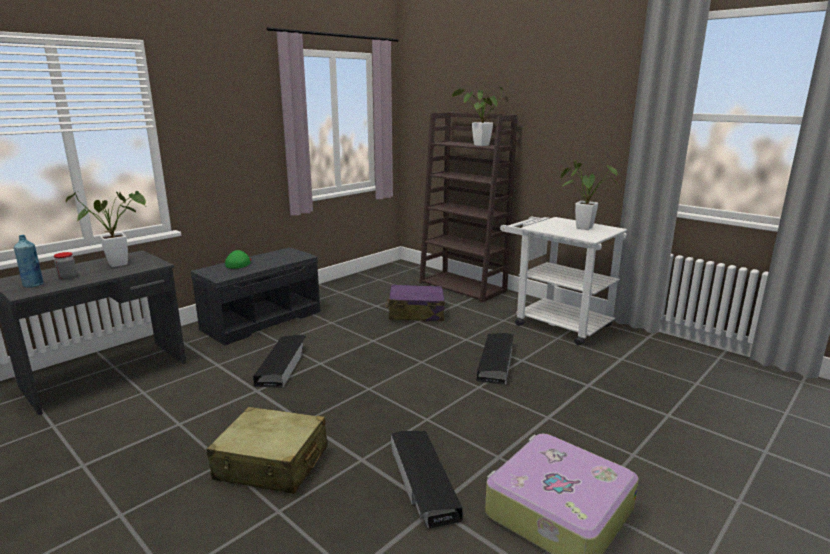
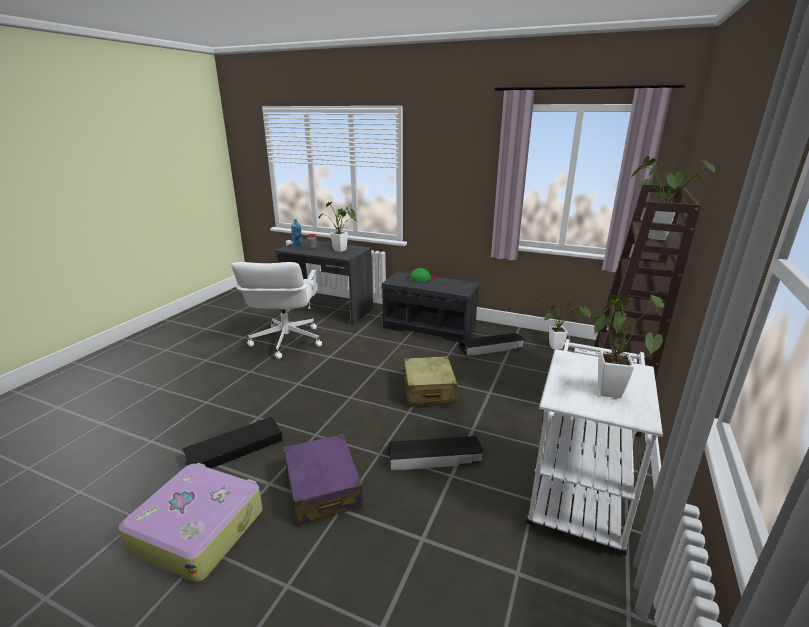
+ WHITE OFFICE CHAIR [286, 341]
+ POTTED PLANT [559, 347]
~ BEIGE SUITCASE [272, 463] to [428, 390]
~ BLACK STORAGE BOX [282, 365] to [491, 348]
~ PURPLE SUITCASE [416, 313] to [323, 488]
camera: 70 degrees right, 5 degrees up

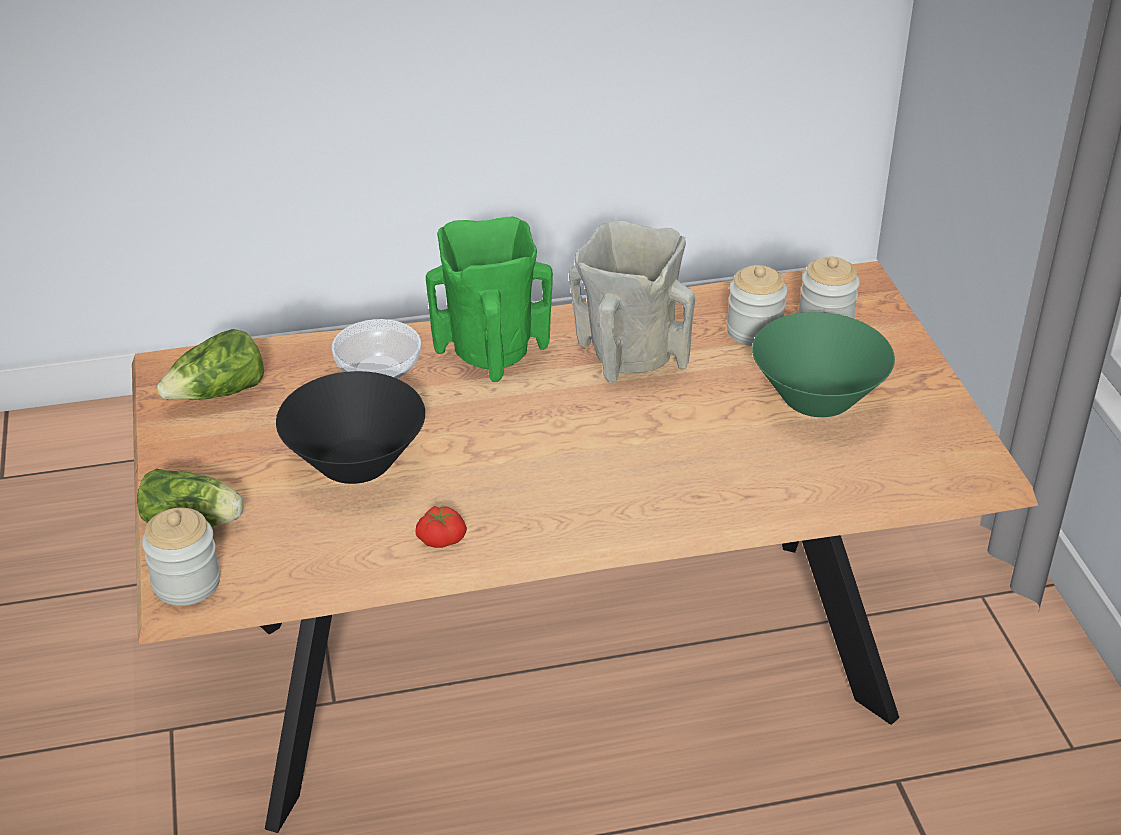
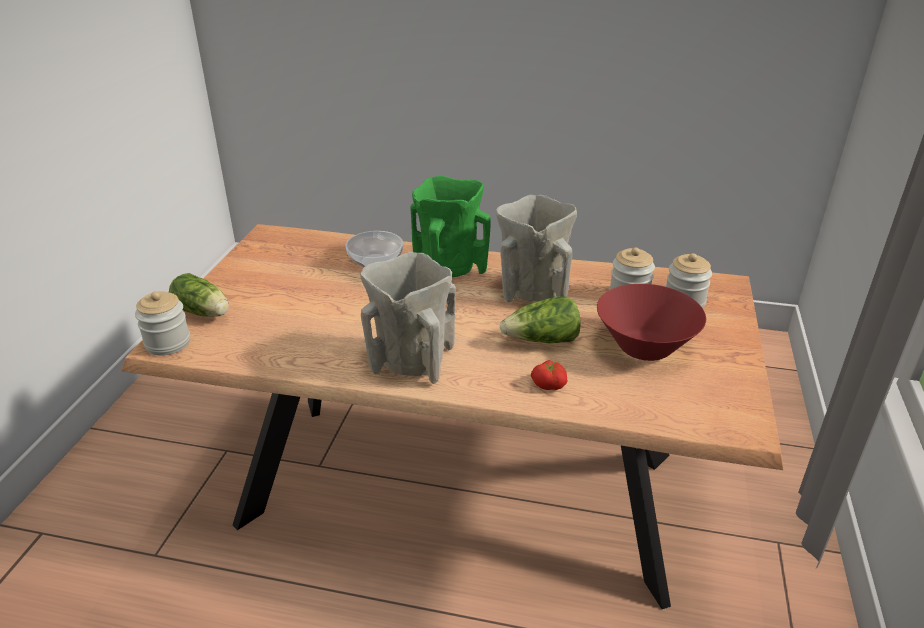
- BLACK BOWL [355, 463]
+ BEIGE VASE [411, 360]
~ LETTUCE [218, 394] to [542, 341]
~ TOMATO [441, 538] to [549, 384]
~ GREEN BOWL [816, 399] to RED BOWL [644, 347]
camera: 25 degrees right, 5 degrees down

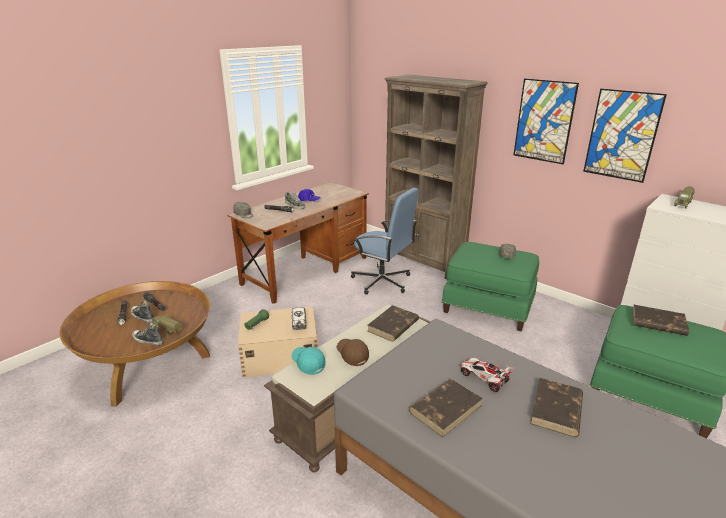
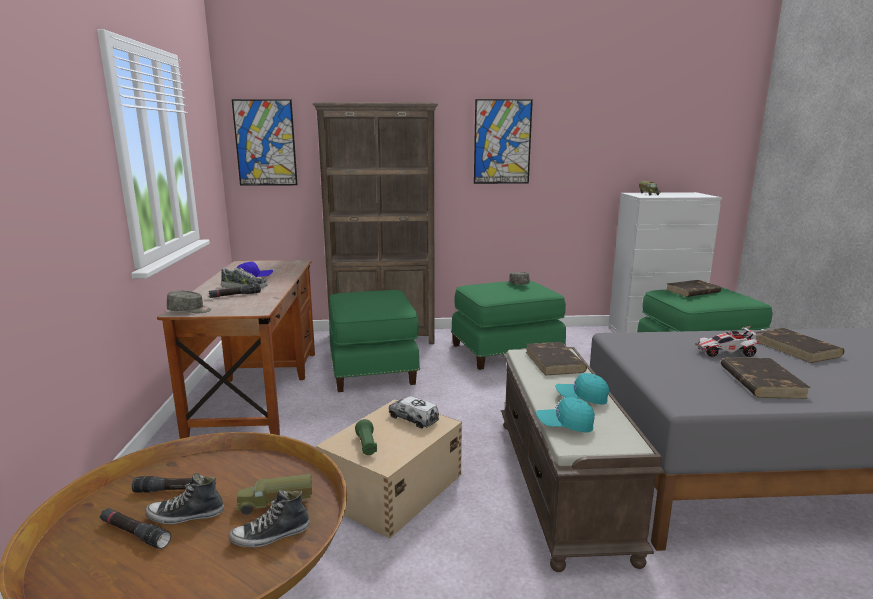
~ PICTURE [622, 135] to [265, 143]
~ BLUE OFFICE CHAIR [382, 281] to GREEN OTTOMAN [373, 368]
~ BROWN CAP [352, 355] to TURQUOISE CAP [581, 398]
camera: 45 degrees left, 10 degrees down

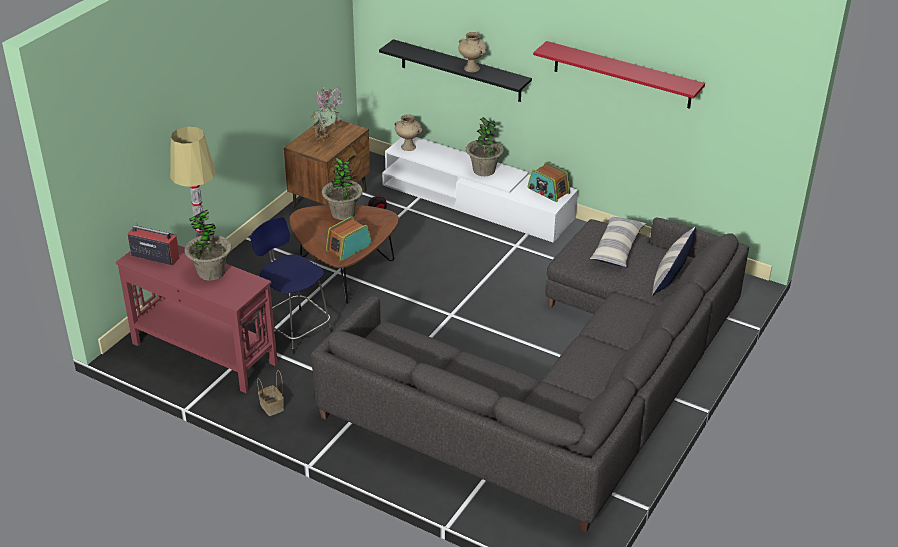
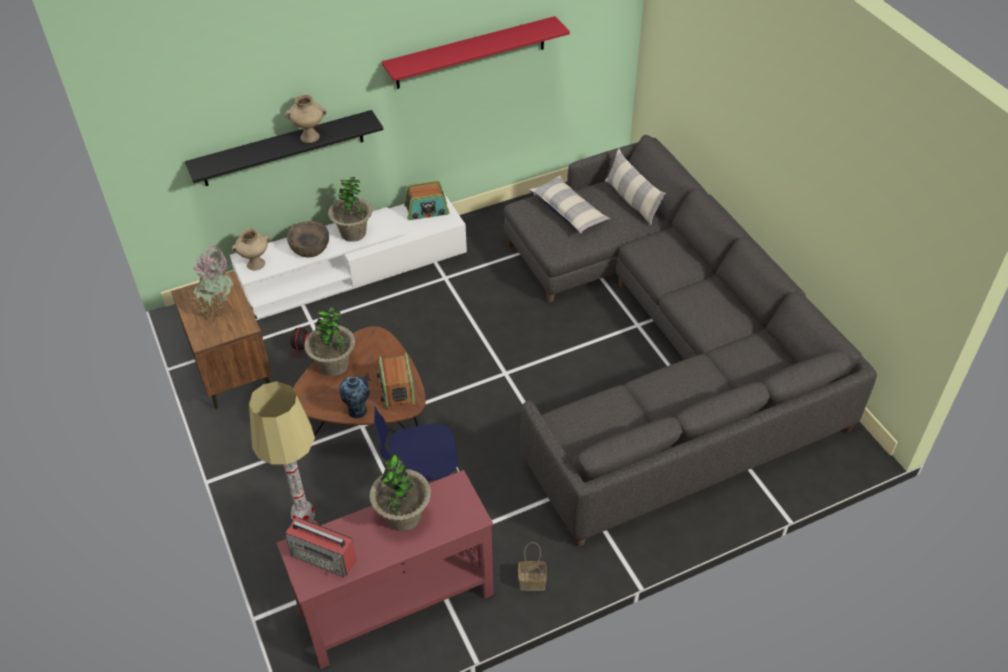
+ BROWN BOWL [310, 247]
+ VASE [357, 412]
~ RADIO [155, 256] = [324, 557] 120 degrees counterclockwise
camera: 55 degrees left, 10 degrees up

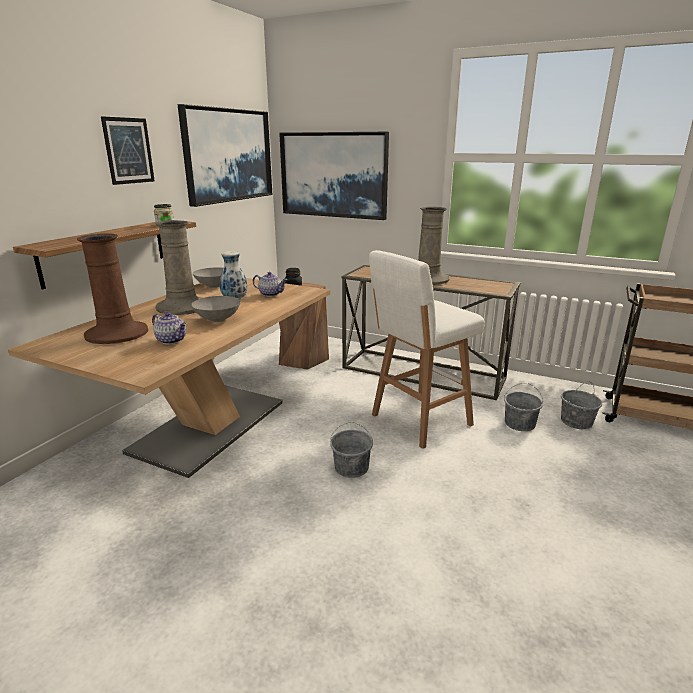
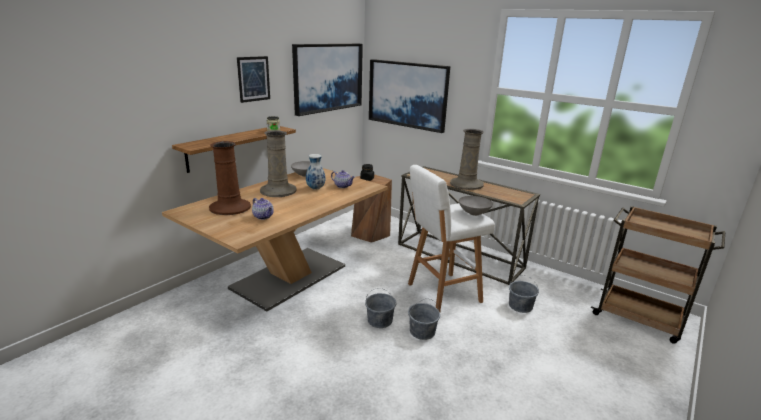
~ GREY BOWL [217, 319] to [473, 213]
~ GREY BUCKET [576, 422] to [422, 331]
camera: 10 degrees right, 0 degrees up

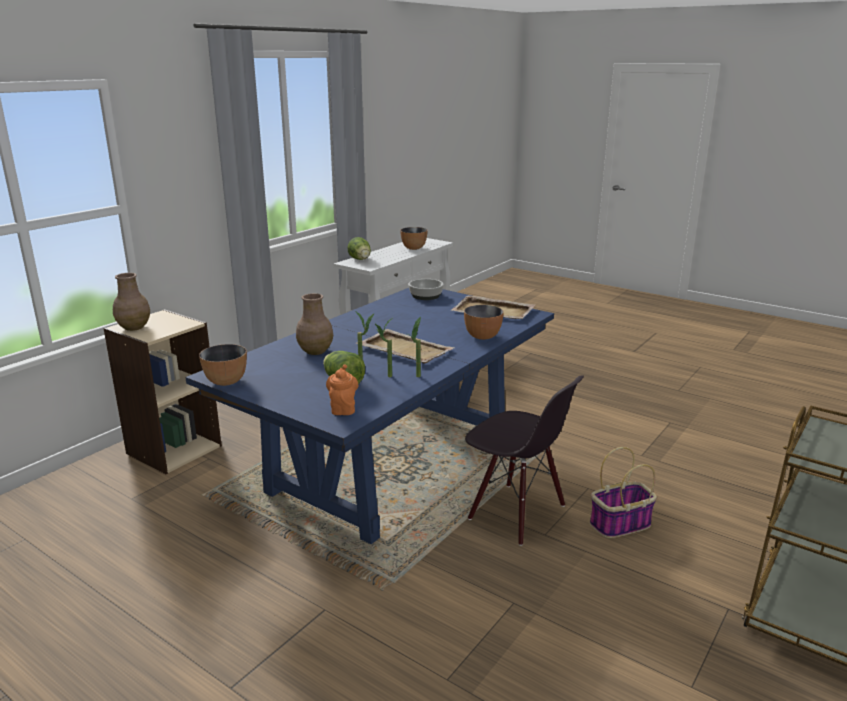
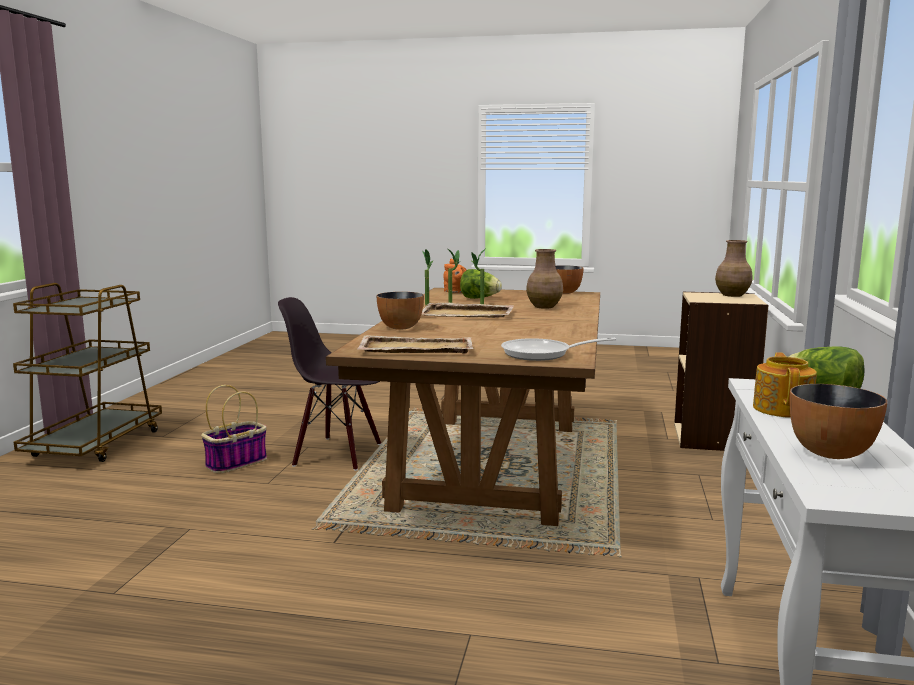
+ TEAPOT [783, 409]
~ BOWL [425, 295] to FRYING PAN [542, 354]
~ BLUE DINING TABLE [391, 465] to BROWN DINING TABLE [491, 464]
camera: 155 degrees right, 10 degrees down

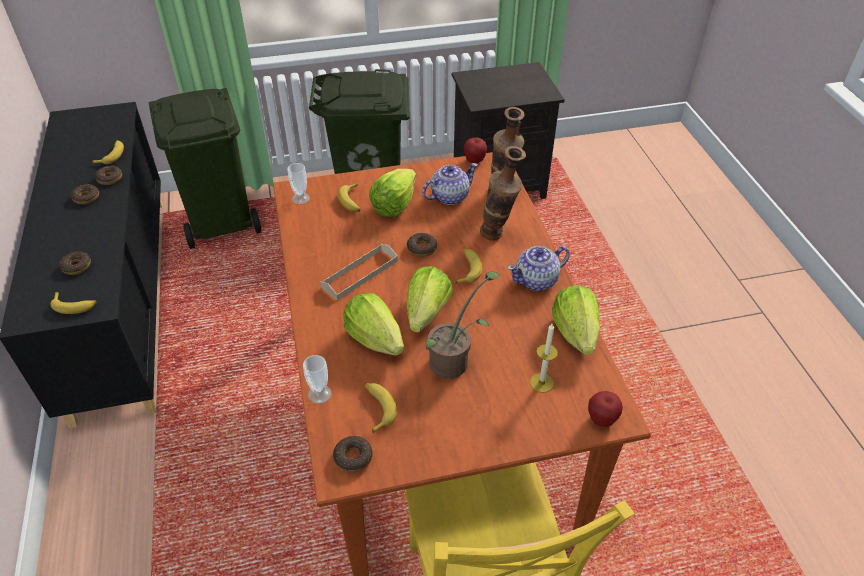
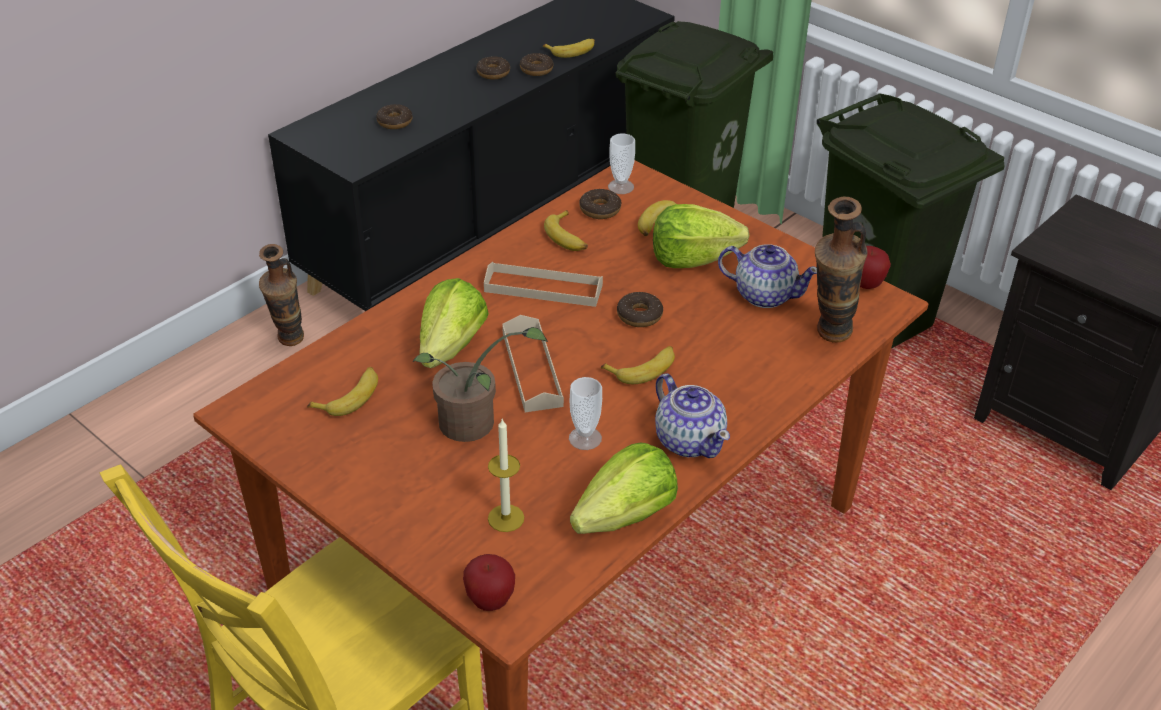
~ BANANA [75, 305] to [568, 237]
~ CUP [319, 394] to [585, 438]
~ DONUT [353, 457] to [600, 210]
~ VASE [498, 237] to [289, 344]
~ LETTUCE [426, 313] to BEIGE TRAY [532, 369]
~ TEAPOT [537, 280] = [689, 440] 150 degrees counterclockwise
camera: 55 degrees right, 5 degrees down

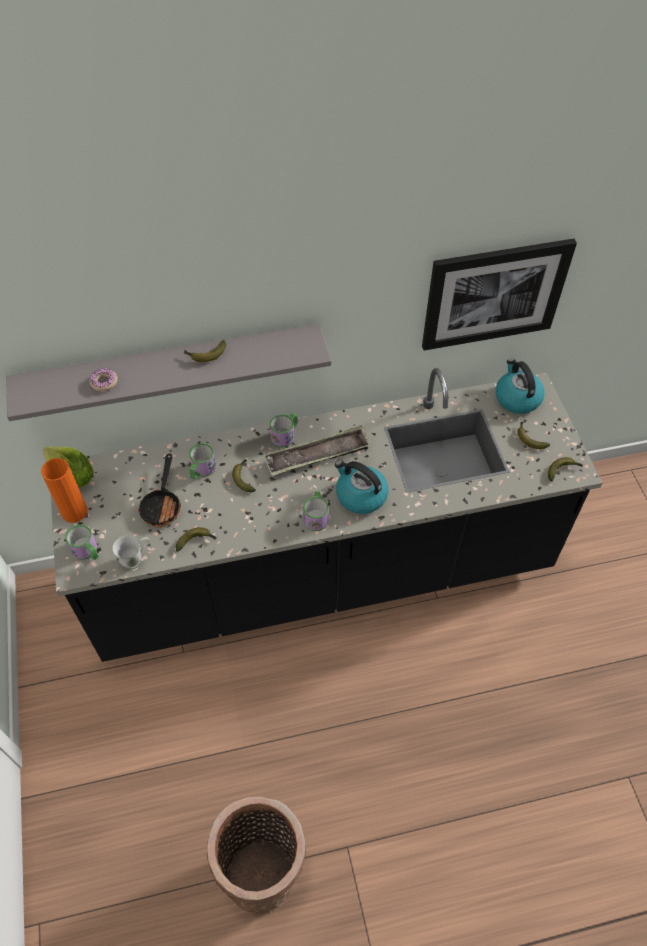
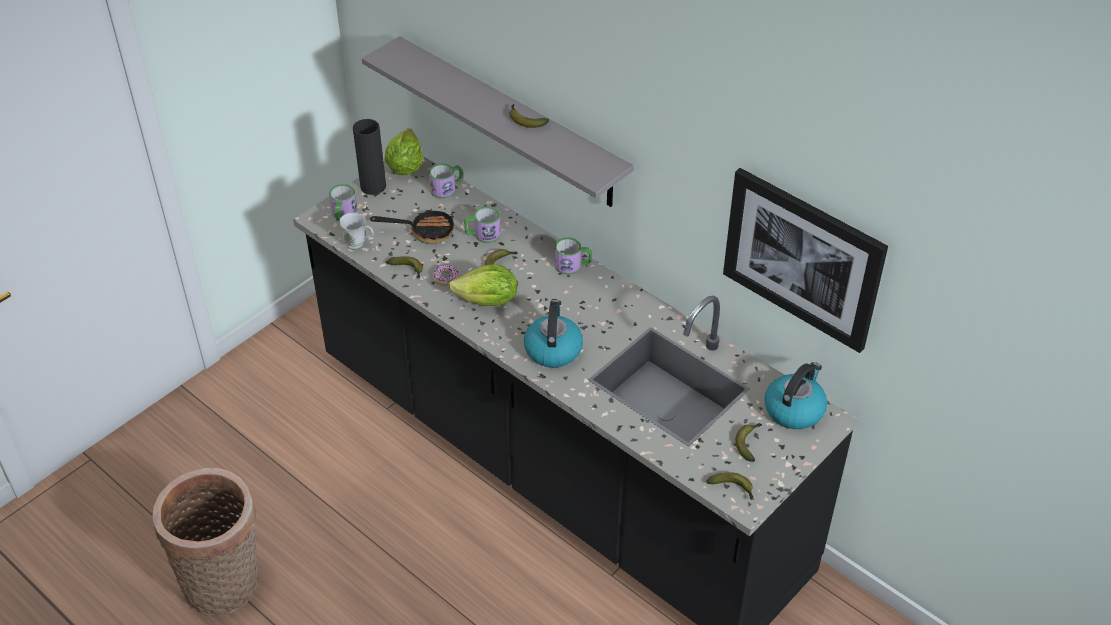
- TRAY [317, 455]
+ LETTUCE [488, 301]
~ DONUT [104, 382] to [446, 278]
~ MUG [316, 516] to [447, 188]
~ ORANGE VASE [74, 512] to BLACK VASE [373, 186]
~ FRYING PAN [162, 505] = [425, 231] 150 degrees counterclockwise
camera: 55 degrees right, 10 degrees down

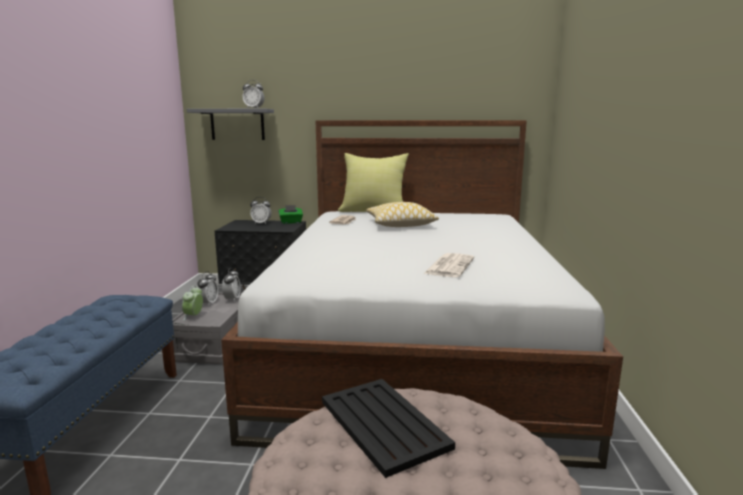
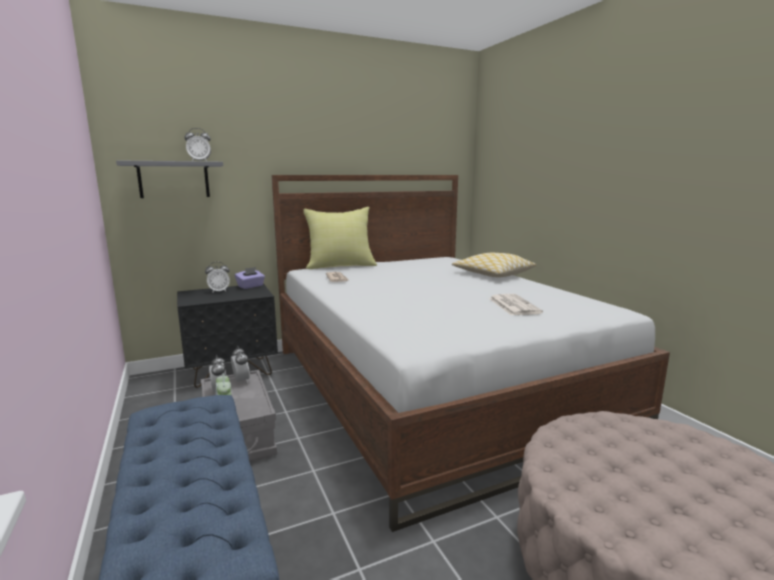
- BLACK TRAY [383, 423]
~ PILLOW [400, 224] to [492, 274]
~ GREEN TISSUE BOX [291, 222] to PURPLE TISSUE BOX [251, 286]
camera: 30 degrees left, 0 degrees up

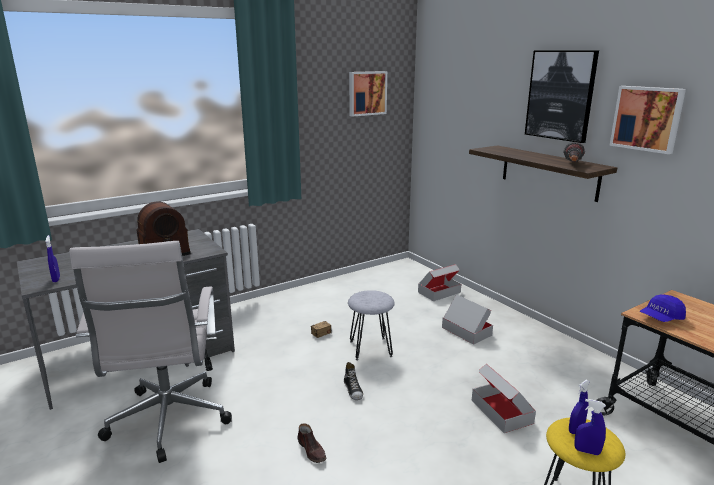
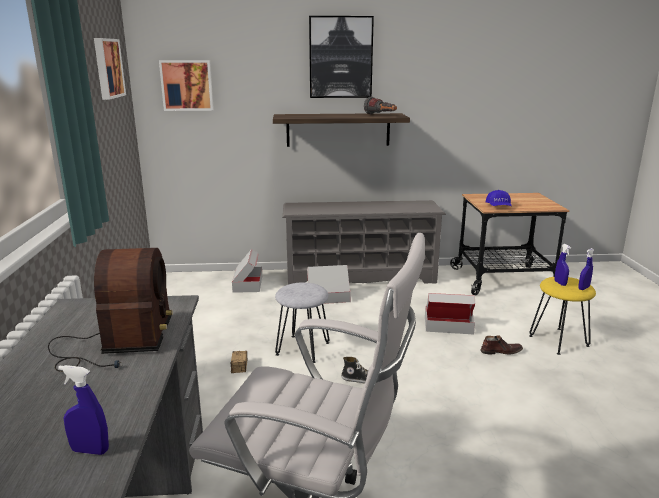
+ GREY SHOE RACK [361, 276]
~ BROWN SHOE [312, 450] to [501, 351]
~ PICTURE [647, 118] to [187, 85]
camera: 60 degrees left, 0 degrees up

